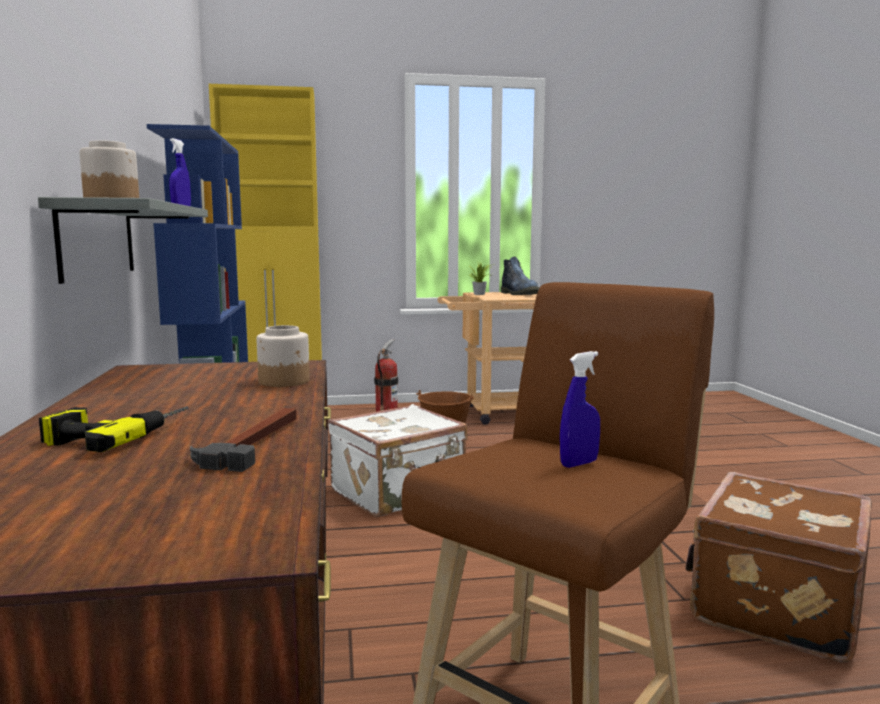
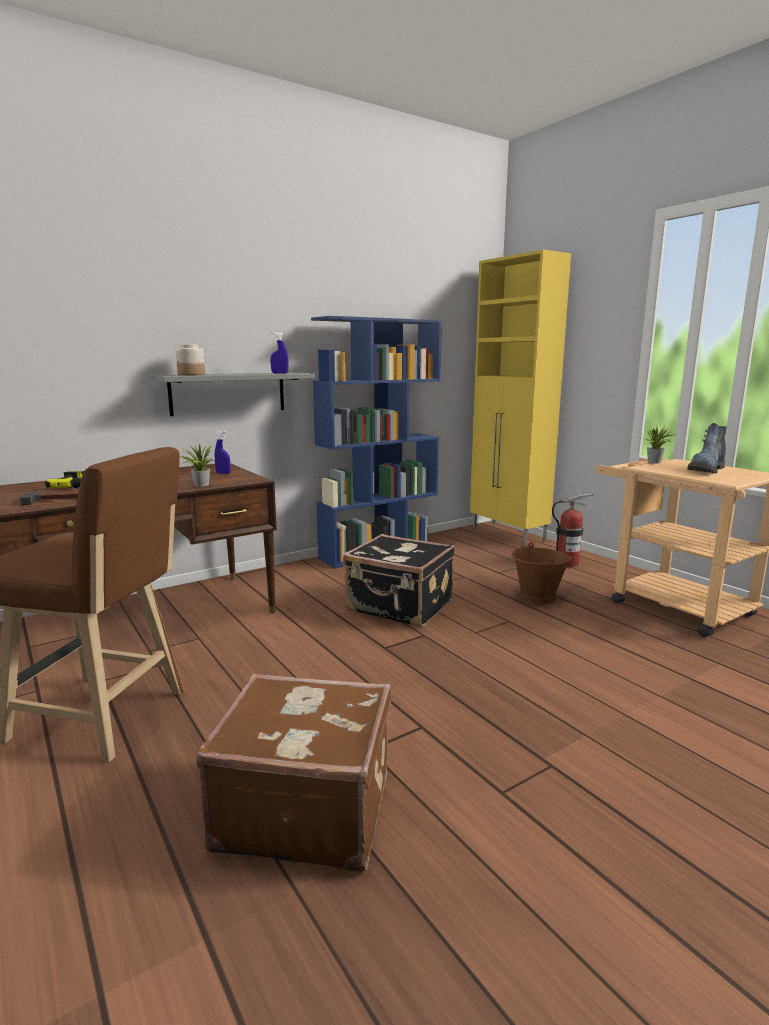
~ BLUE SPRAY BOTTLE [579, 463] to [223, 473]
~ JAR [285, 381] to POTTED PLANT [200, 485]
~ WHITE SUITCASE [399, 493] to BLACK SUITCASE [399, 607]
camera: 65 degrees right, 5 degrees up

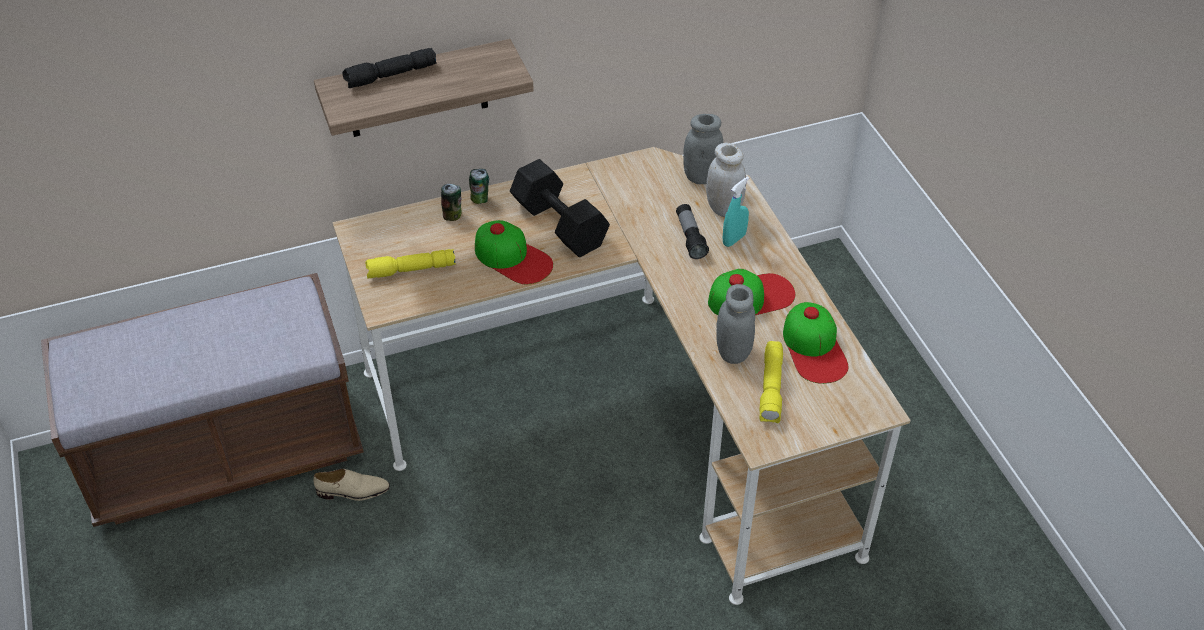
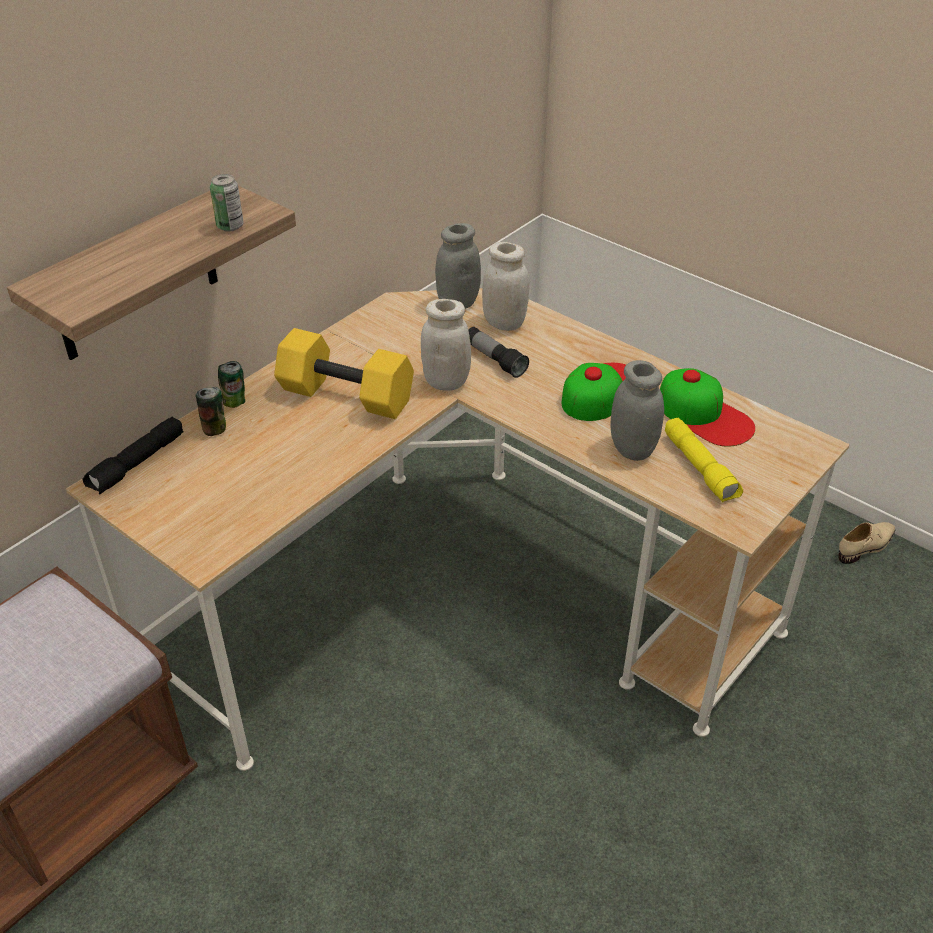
- YELLOW FLASHLIGHT [410, 270]
- CAP [513, 257]
- TURQUOISE SPRAY BOTTLE [734, 239]
+ CAN [230, 226]
+ WHITE JAR [446, 382]
~ BEIGE SHOE [353, 491] to [866, 546]
~ BLACK FLASHLIGHT [390, 76] to [137, 464]
~ BLACK DUMBBELL [557, 224] to YELLOW DUMBBELL [344, 396]
camera: 30 degrees left, 5 degrees down

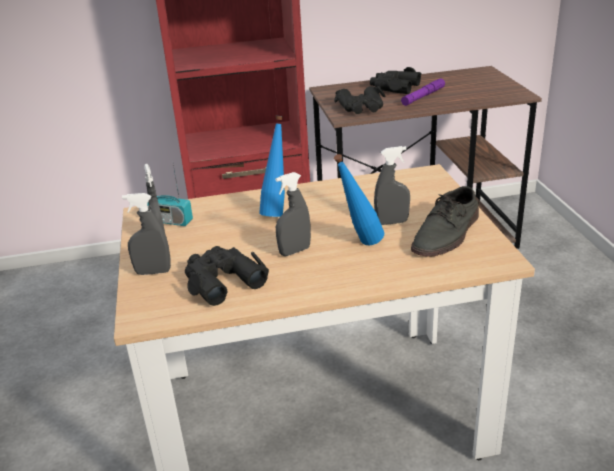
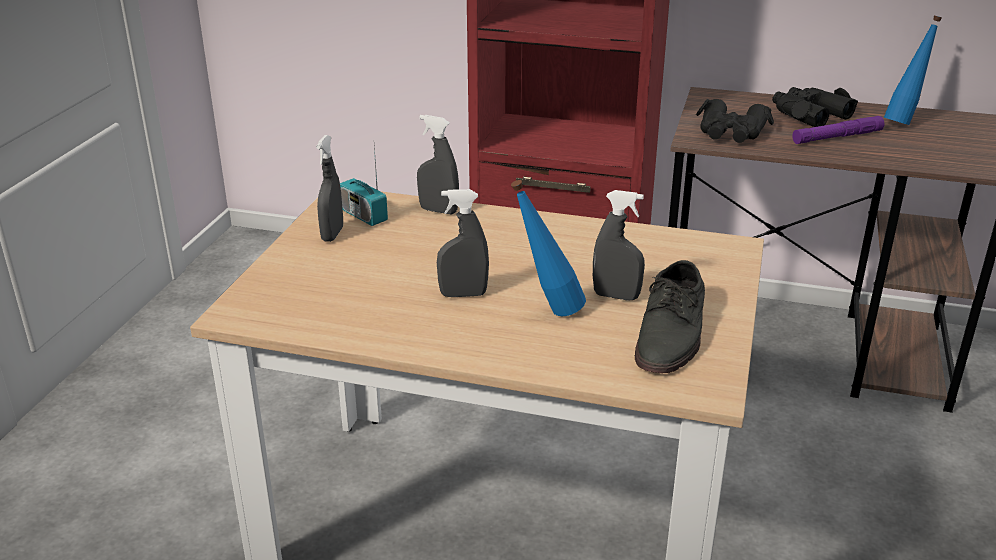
- BLACK BINOCULARS [222, 280]
~ GREY SPRAY BOTTLE [153, 272] to [438, 210]
~ BLUE BOTTLE [277, 212] to [903, 121]
~ GREY SHOE [447, 234] = [672, 334] 45 degrees counterclockwise
camera: 25 degrees right, 0 degrees up

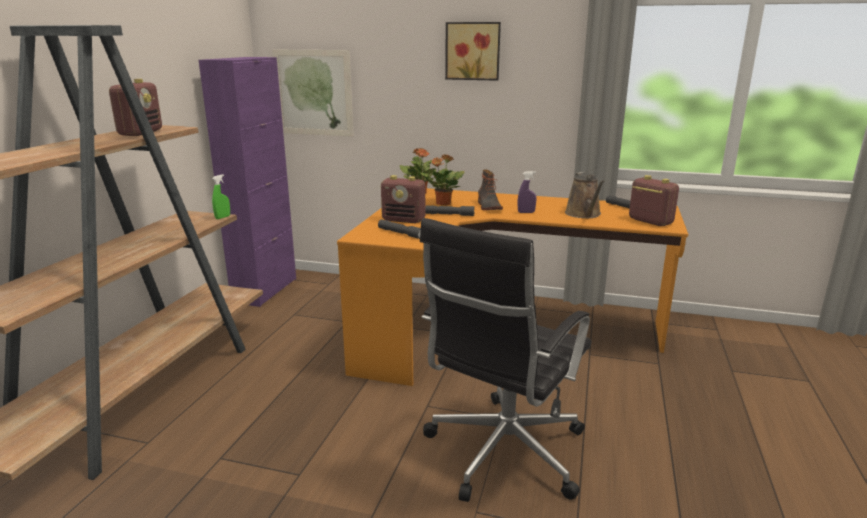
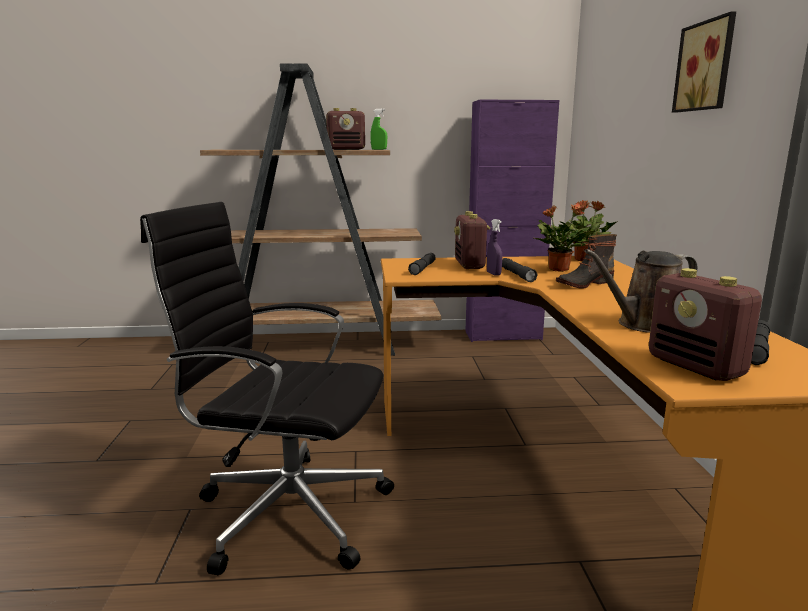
- PICTURE [313, 93]
~ GREEN SPRAY BOTTLE [223, 217] to [379, 149]
~ PURPLE SPRAY BOTTLE [526, 212] to [493, 274]
~ RADIO [649, 221] = [696, 367] 120 degrees clockwise
camera: 70 degrees right, 5 degrees down

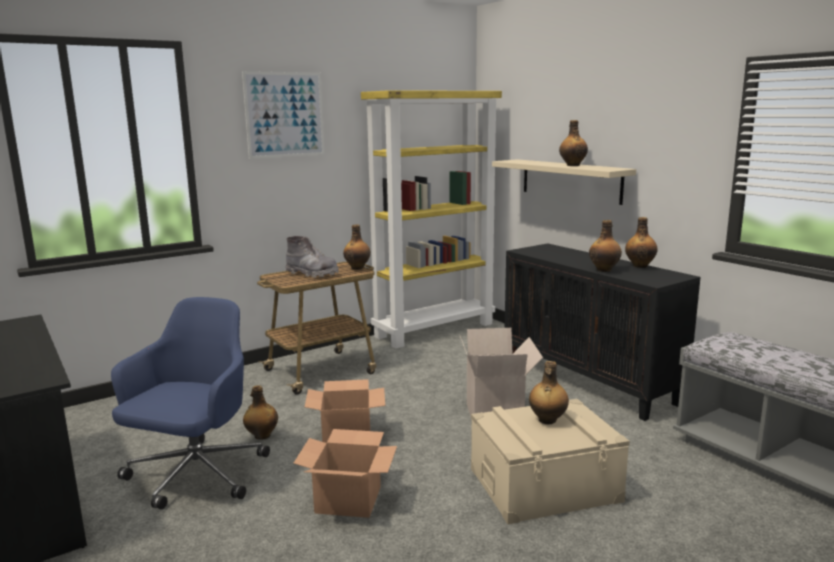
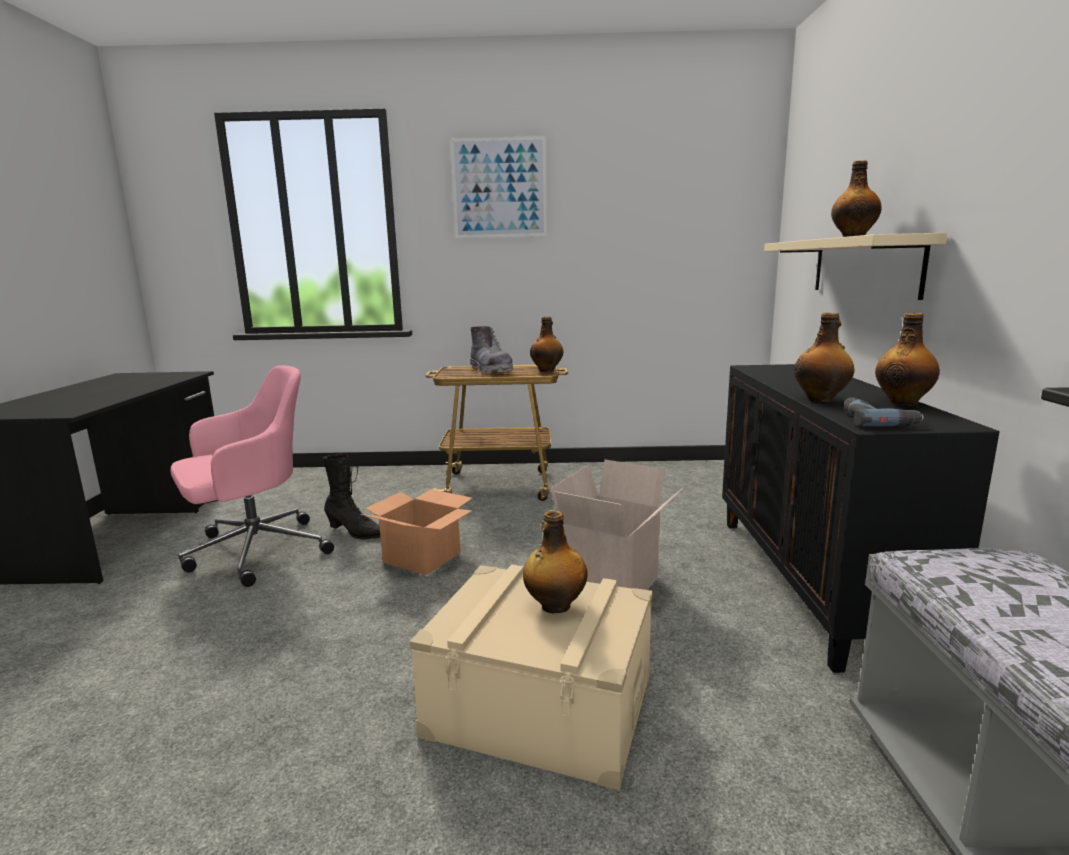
- CARDBOARD BOX [347, 500]
- YELLOW BOOKCASE [434, 330]
+ POWER DRILL [876, 420]
~ BOTTLE [261, 436] to BLACK BOOT [355, 533]
~ BLUE OFFICE CHAIR [195, 476] to PINK OFFICE CHAIR [254, 552]
camera: 35 degrees right, 0 degrees up

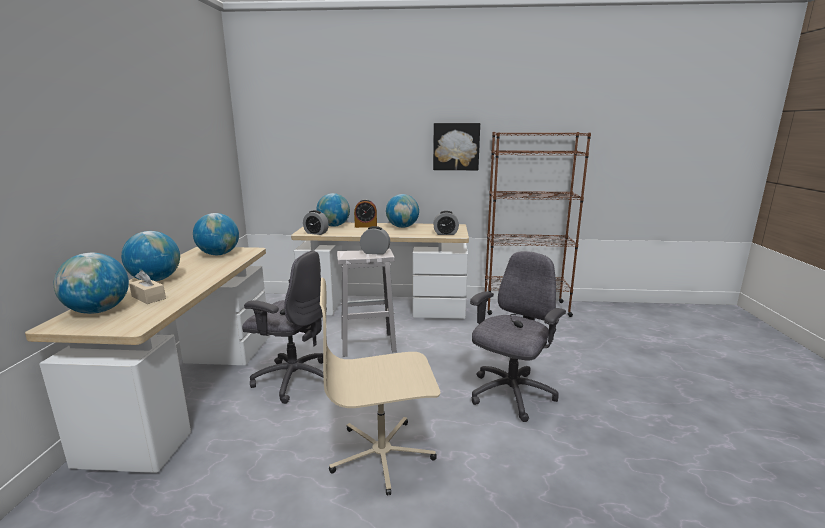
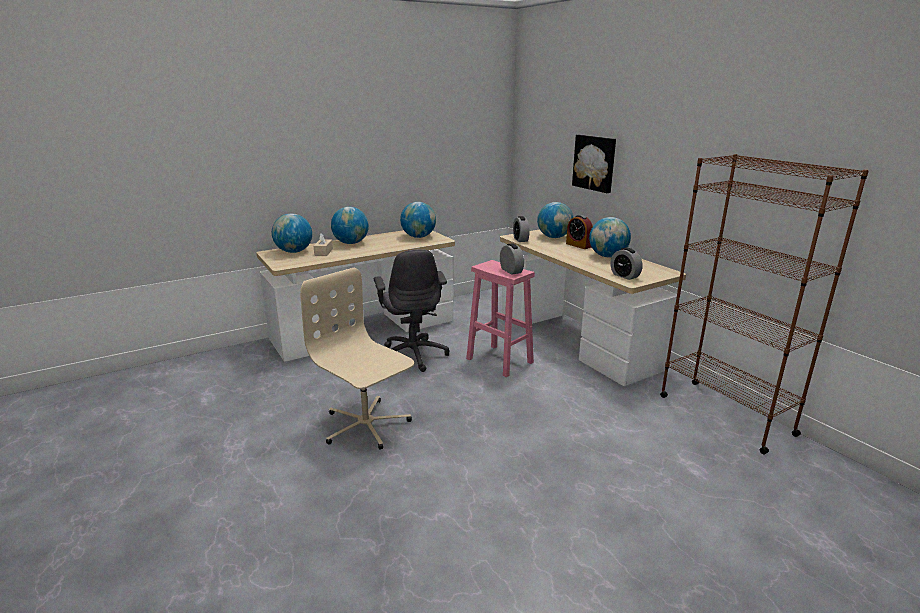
- GREY OFFICE CHAIR [510, 395]
~ PICTURE [456, 146] to [595, 163]
~ WHITE STOOL [367, 344] to PINK STOOL [498, 360]
camera: 55 degrees right, 5 degrees up

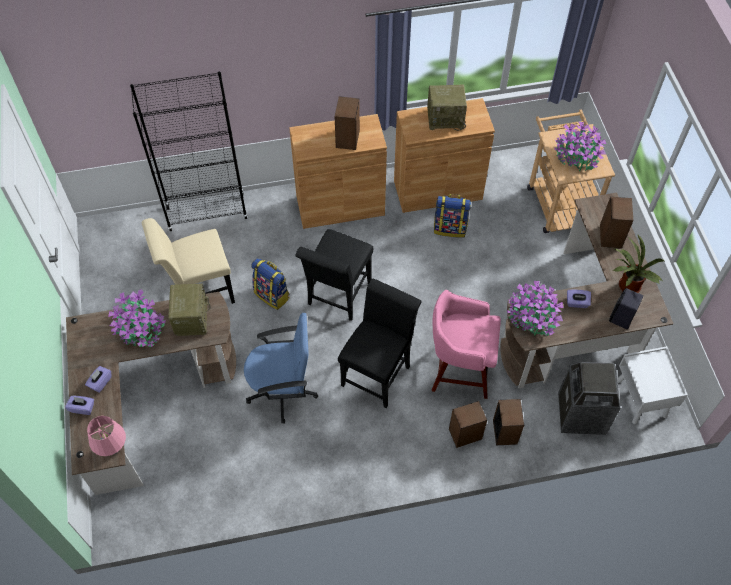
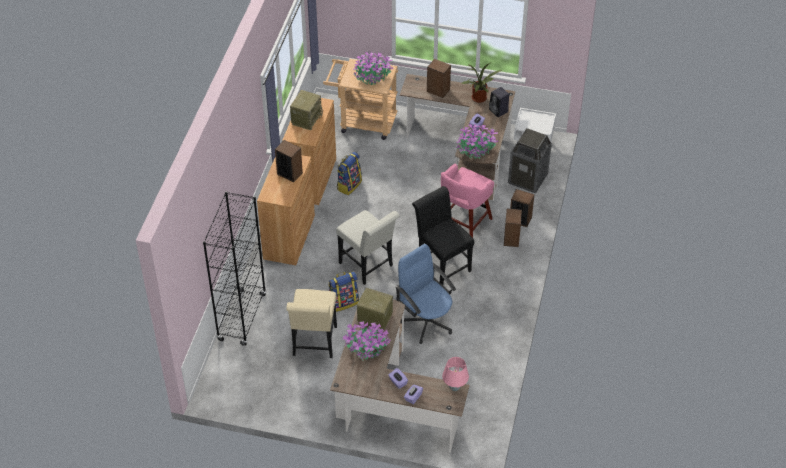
~ BLACK CHAIR [337, 297] to WHITE CHAIR [368, 266]
~ BLUE OFFICE CHAIR [283, 390] = [426, 321] 60 degrees counterclockwise
camera: 65 degrees left, 10 degrees down

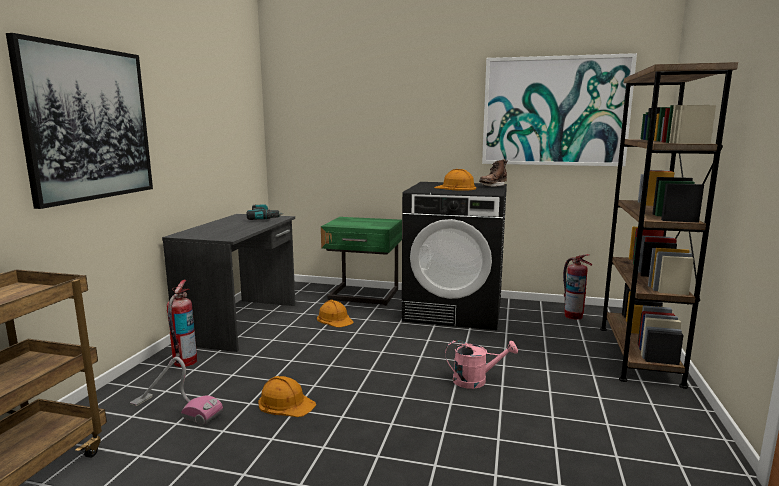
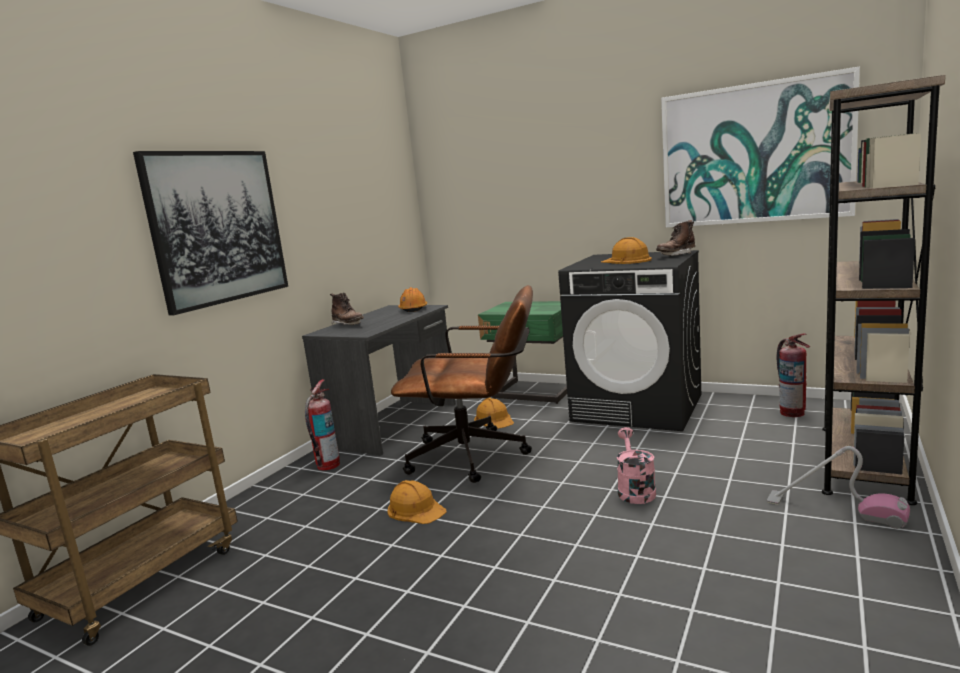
+ BROWN BOOT [348, 325]
+ BROWN OFFICE CHAIR [478, 456]
~ VACUUM CLEANER [175, 409] to [835, 509]
~ POWER DRILL [264, 218] to ORANGE HARD HAT [413, 309]
~ PINK WATERING CAN [476, 381] = [634, 490] 105 degrees counterclockwise
camera: 15 degrees right, 0 degrees up

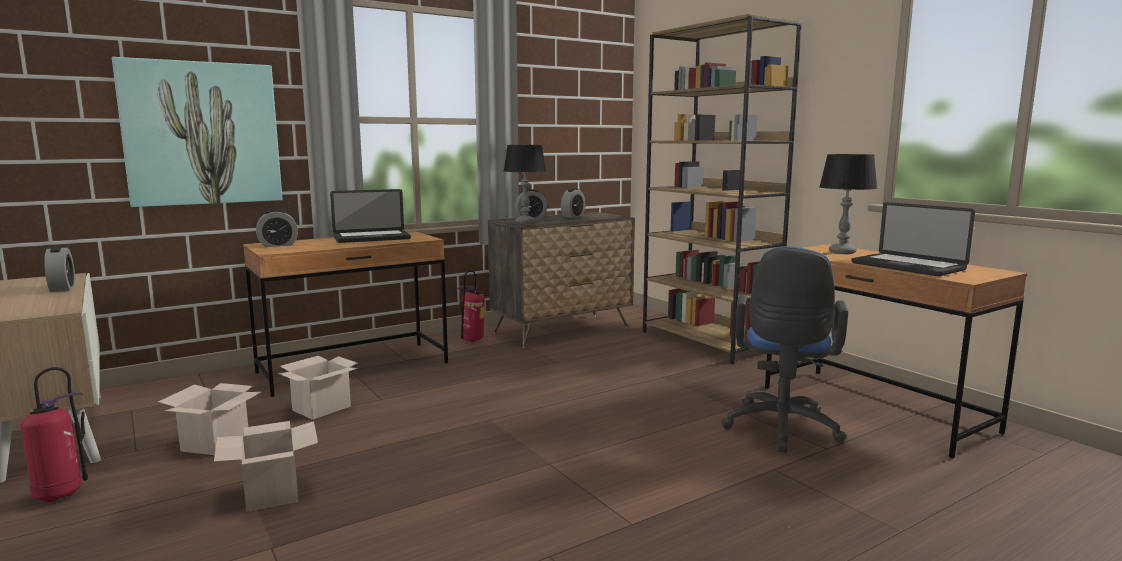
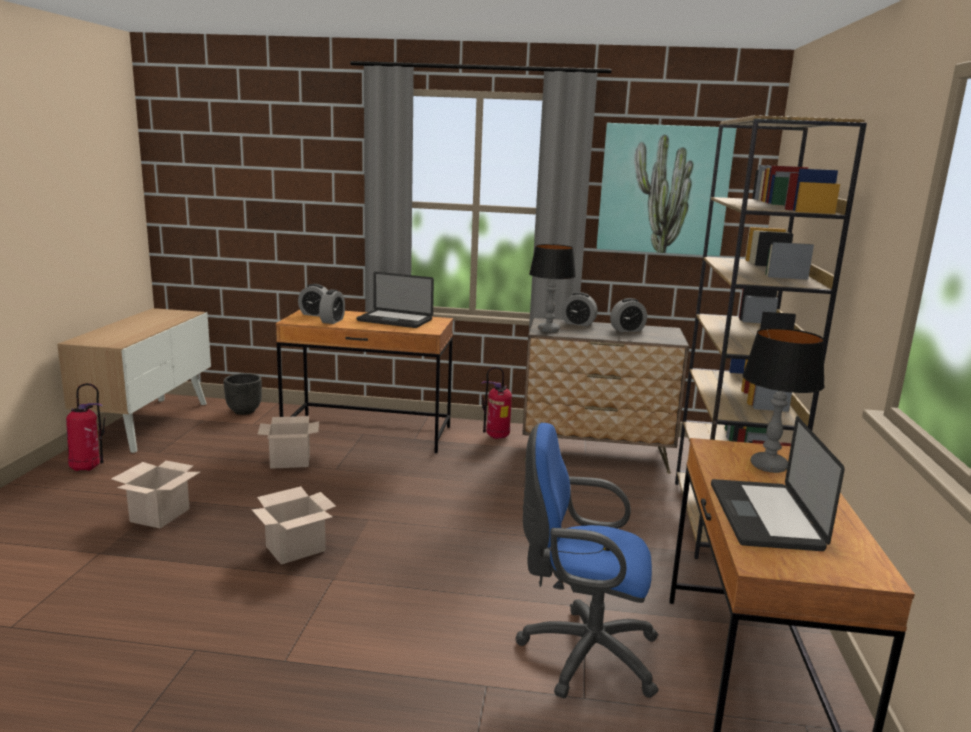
+ BLACK PLANTER [244, 411]
~ ALARM CLOCK [62, 288] to [332, 321]
~ PICTURE [202, 133] to [663, 190]
~ CARDBOARD BOX [215, 443] to [294, 550]
~ BLUE OFFICE CHAIR [780, 430] = [582, 653] 45 degrees clockwise
camera: 40 degrees right, 5 degrees up

